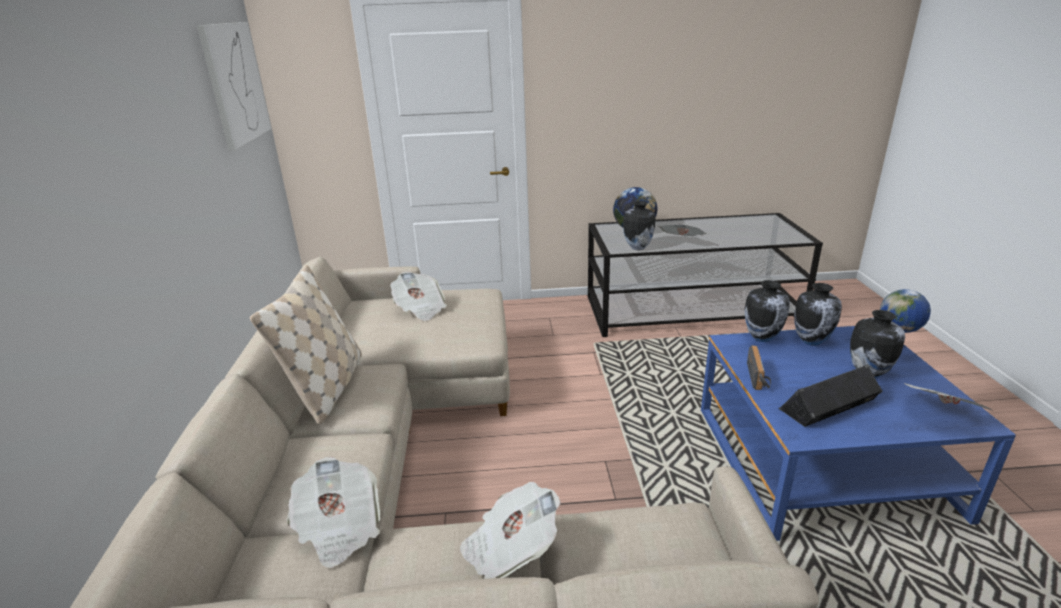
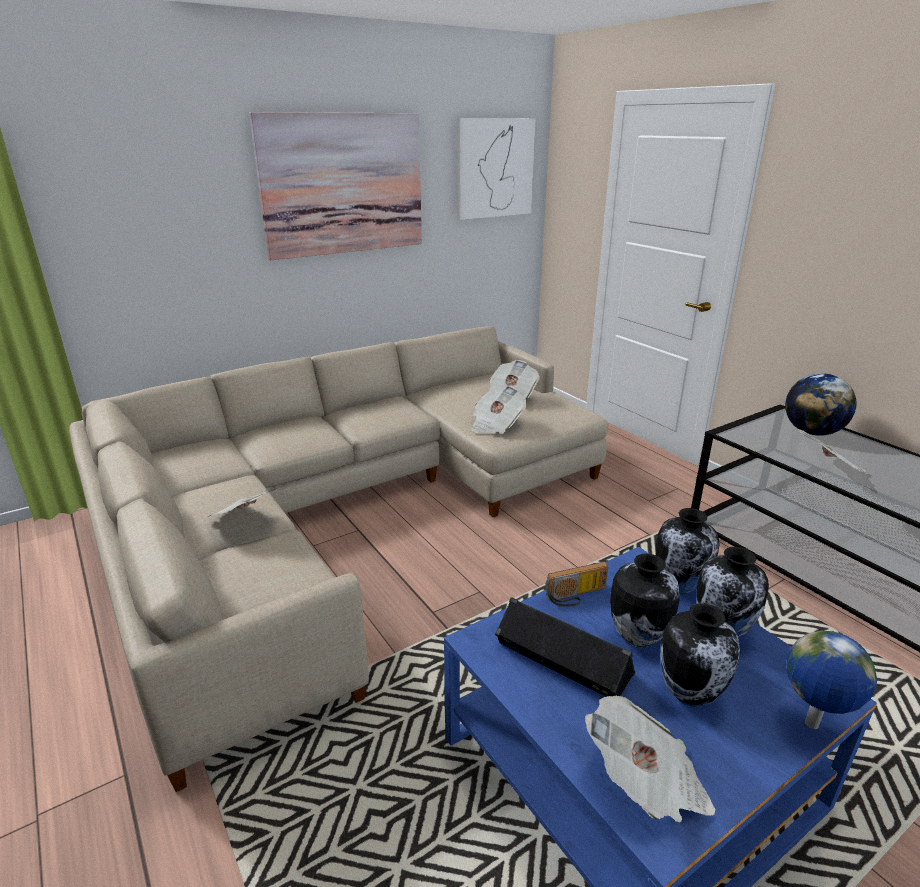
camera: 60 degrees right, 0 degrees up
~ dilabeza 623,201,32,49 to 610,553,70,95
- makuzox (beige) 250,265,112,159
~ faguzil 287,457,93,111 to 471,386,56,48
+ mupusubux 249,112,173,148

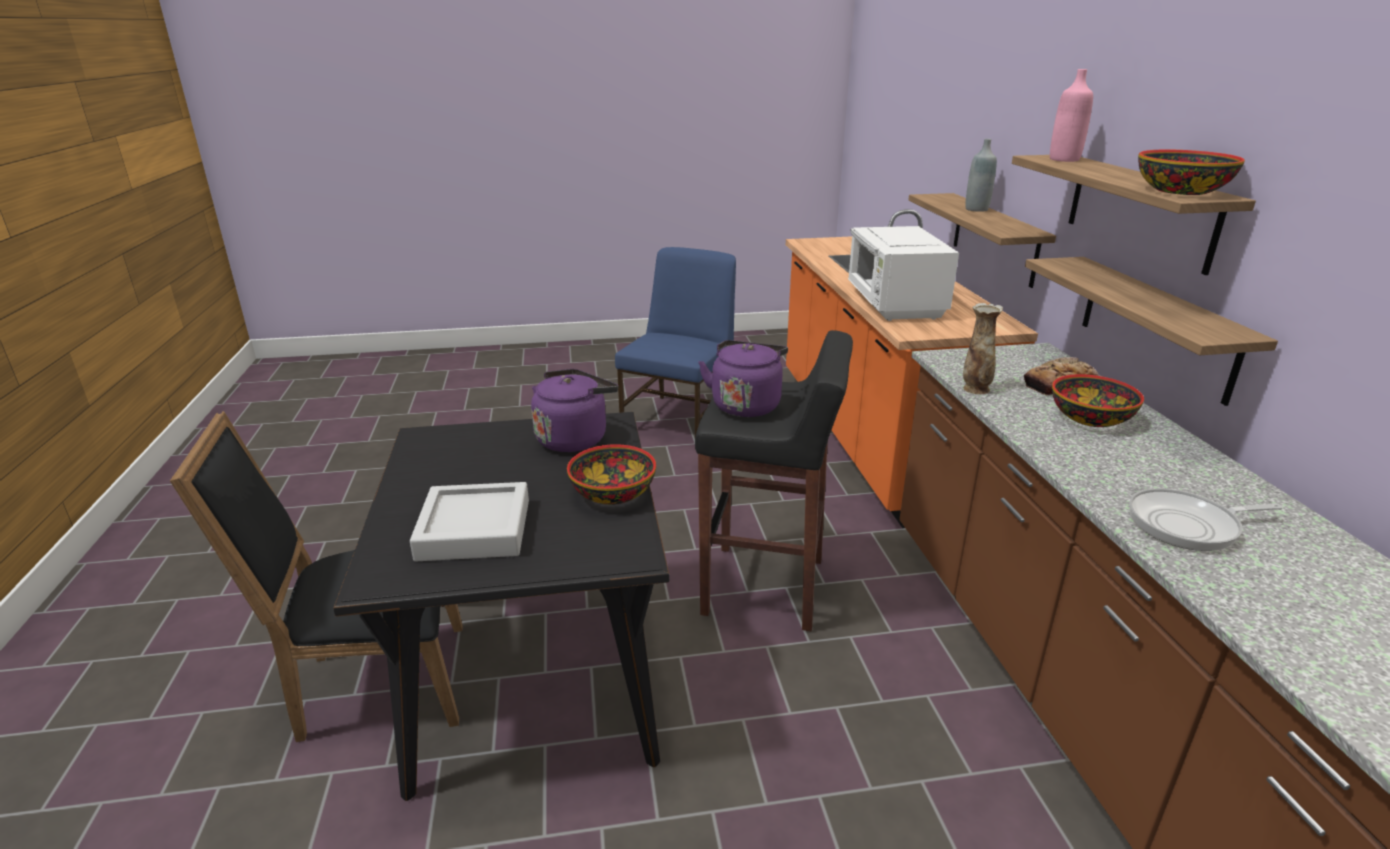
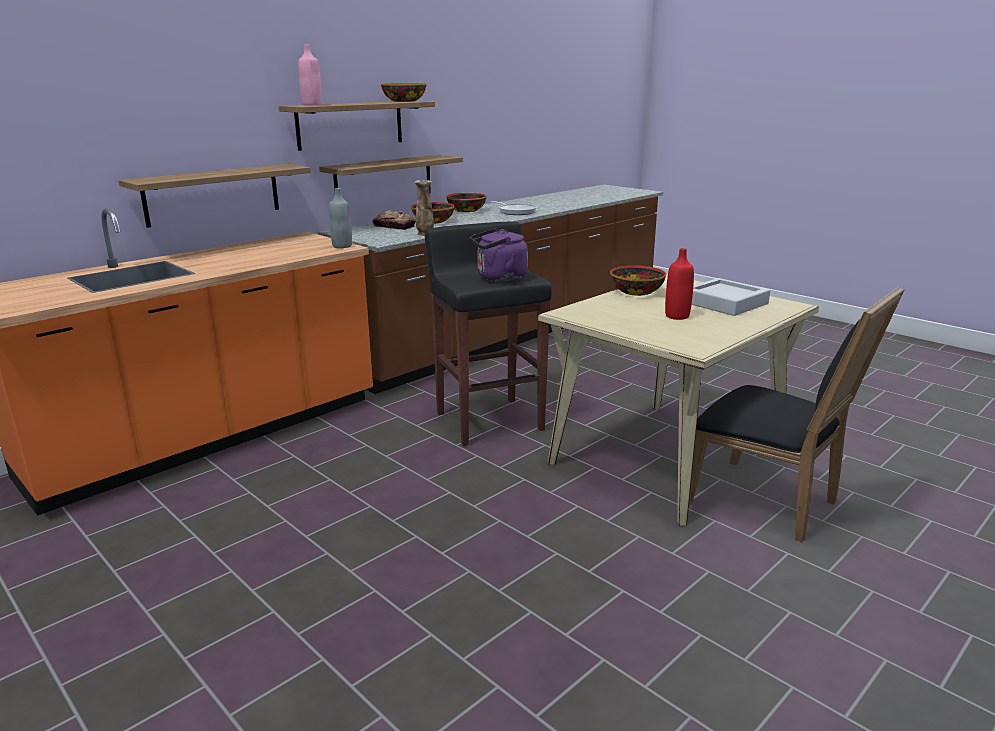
camera: 125 degrees left, 5 degrees down
~ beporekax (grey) 965,139,32,73 to 329,188,23,60
- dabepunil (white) 848,226,111,95
- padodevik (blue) 615,247,121,189
- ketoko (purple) 531,369,87,83
~ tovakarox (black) 333,412,337,389 to tovakarox (beige) 538,274,281,252
+ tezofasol 446,193,40,19
+ beporekax (red) 665,248,29,72

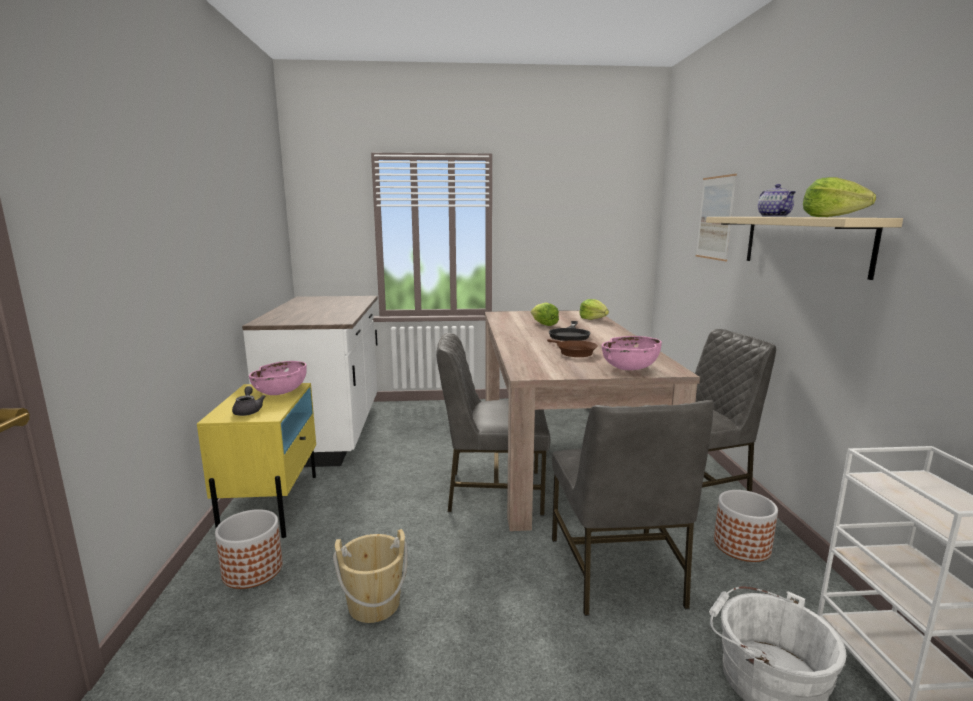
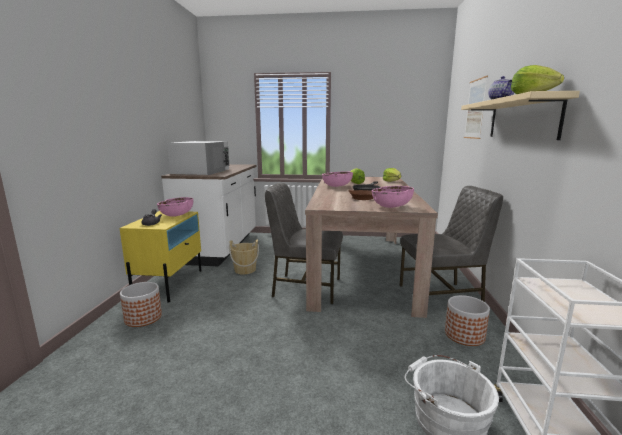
camera: 10 degrees right, 0 degrees up
- padodevik (grey) 552,400,162,216
~ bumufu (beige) 333,529,75,94 to 229,240,30,35
+ dabepunil (white) 167,141,62,34
+ tezofasol (pink) 322,171,31,16

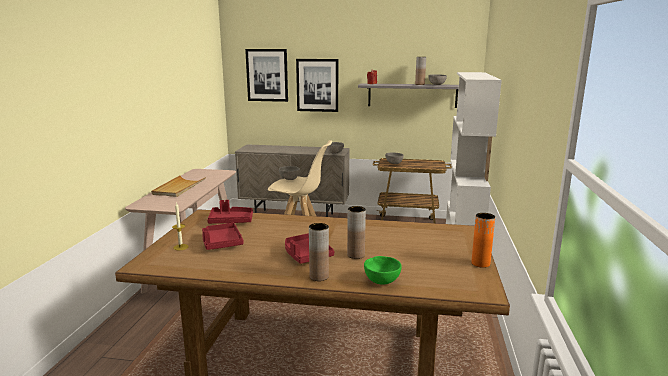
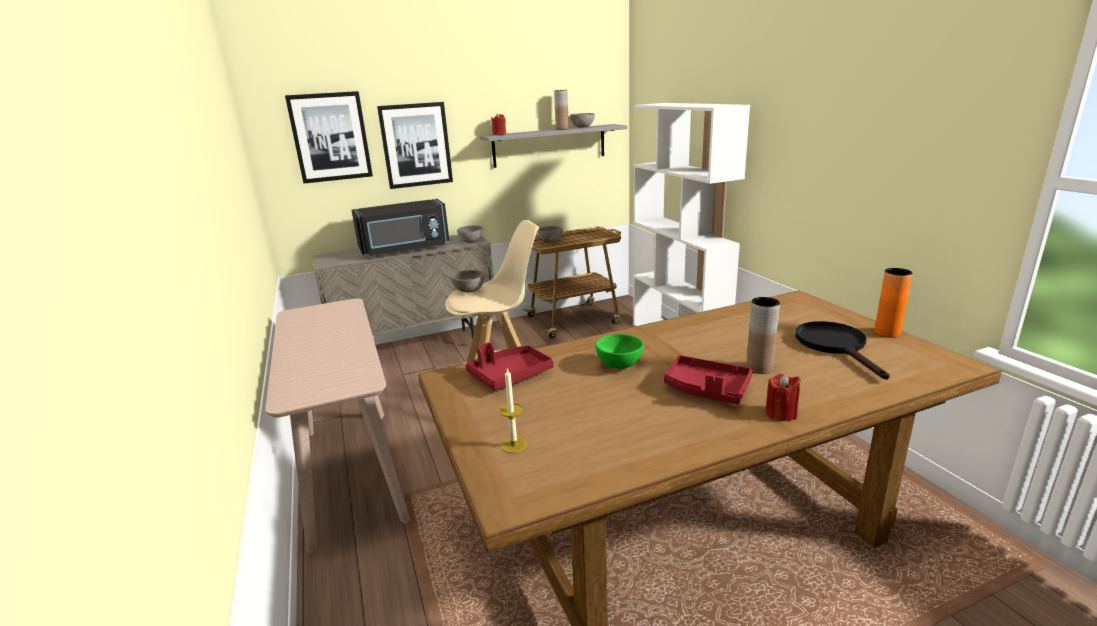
camera: 30 degrees left, 5 degrees up
- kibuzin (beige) 151,175,55,22
- kibuzin (red) 202,223,41,27
~ dilabeza (brown) 309,223,20,58 to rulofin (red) 765,373,36,48
~ tezofasol (green) 364,256,37,28 to 595,334,49,35
+ dabepunil (black) 351,199,99,58
+ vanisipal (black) 795,321,95,58

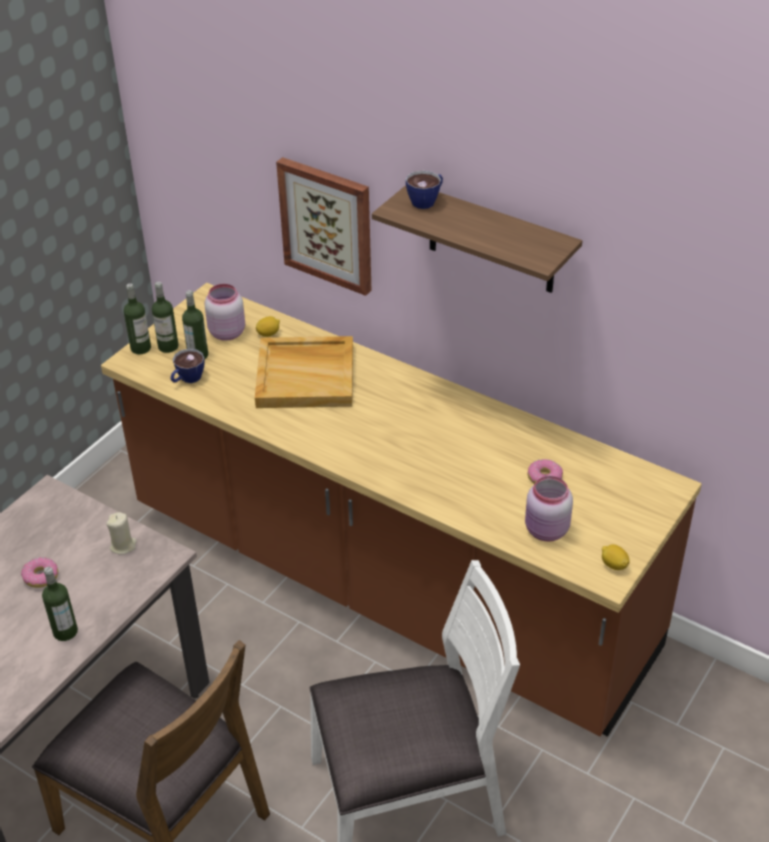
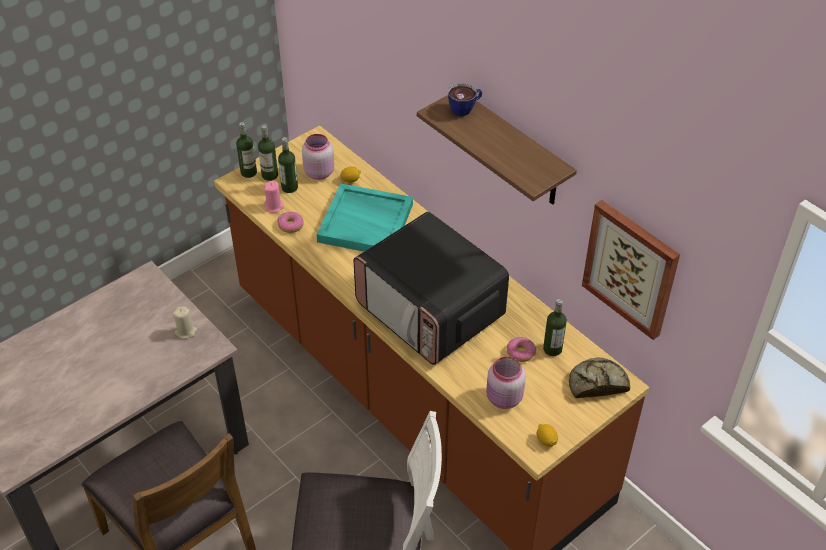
camera: 15 degrees right, 5 degrees up
~ mupusubux 276,157,95,139 to 582,200,98,140
~ kibuzin (beige) 255,336,98,72 to kibuzin (turquoise) 316,184,97,68
~ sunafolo 170,349,35,34 to rulofin (pink) 264,181,20,32
~ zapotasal 21,557,37,31 to 277,212,27,21
~ beporekax 42,567,36,74 to 543,299,24,57
+ dabepunil 353,212,156,153
+ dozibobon 569,357,61,41

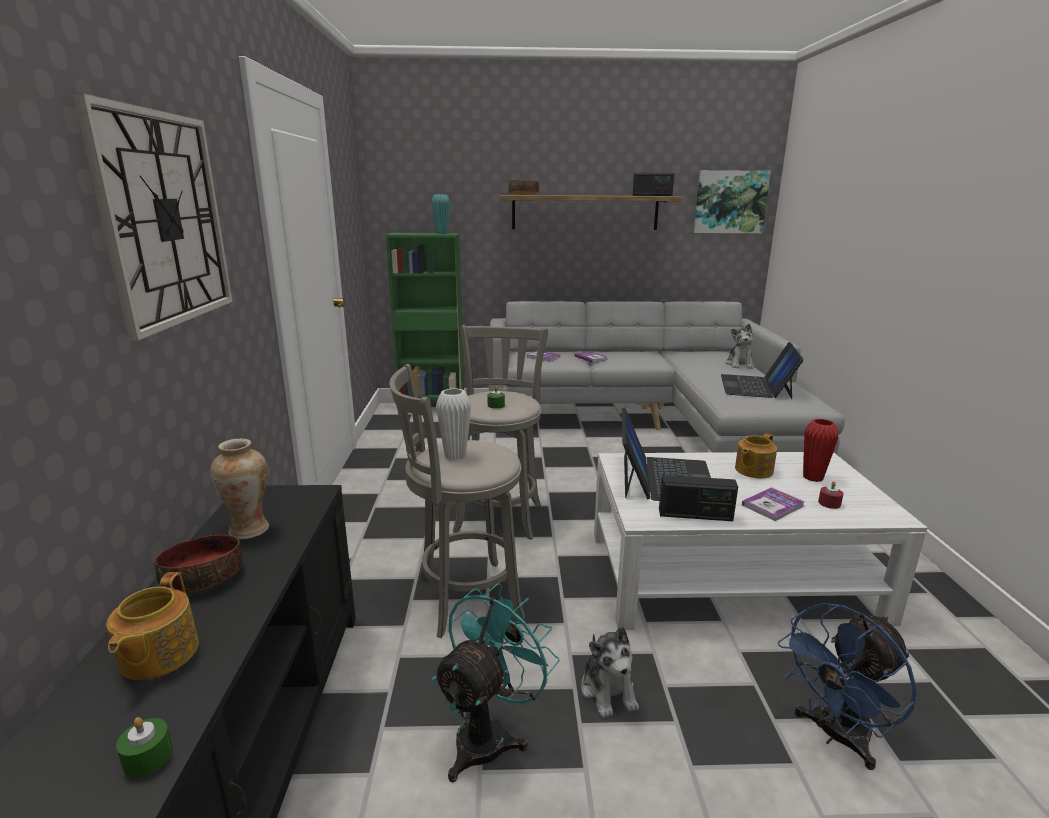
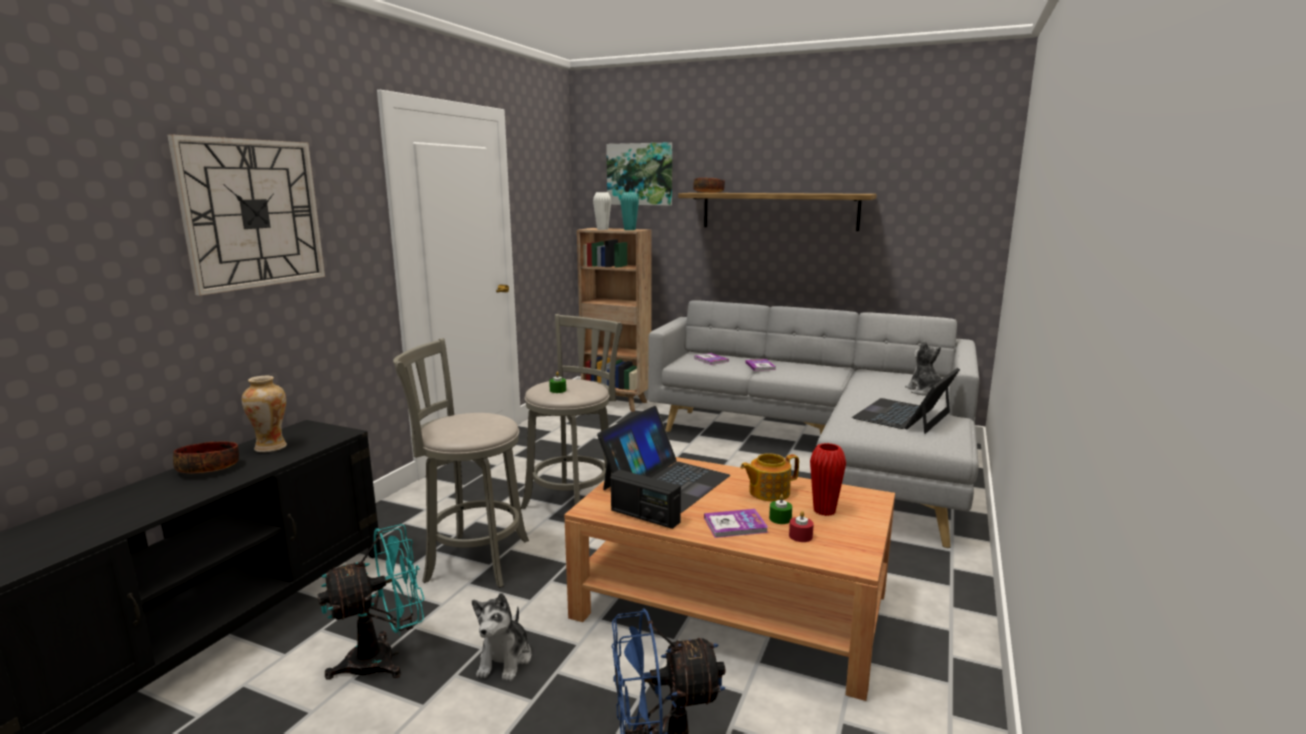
camera: 25 degrees right, 5 degrees down
~ mupusubux 694,170,77,63 to 606,142,66,64
- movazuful 633,173,41,23
~ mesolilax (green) 386,233,78,169 to mesolilax (brown) 577,228,75,184
~ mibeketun 726,324,28,45 = 905,341,36,55 135 degrees clockwise
~ dilabeza (white) 436,388,35,72 to 593,192,18,38
~ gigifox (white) 594,452,334,178 to gigifox (brown) 564,457,331,244
- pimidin 106,572,93,108
~ rulofin (green) 116,717,57,60 to 769,494,23,30

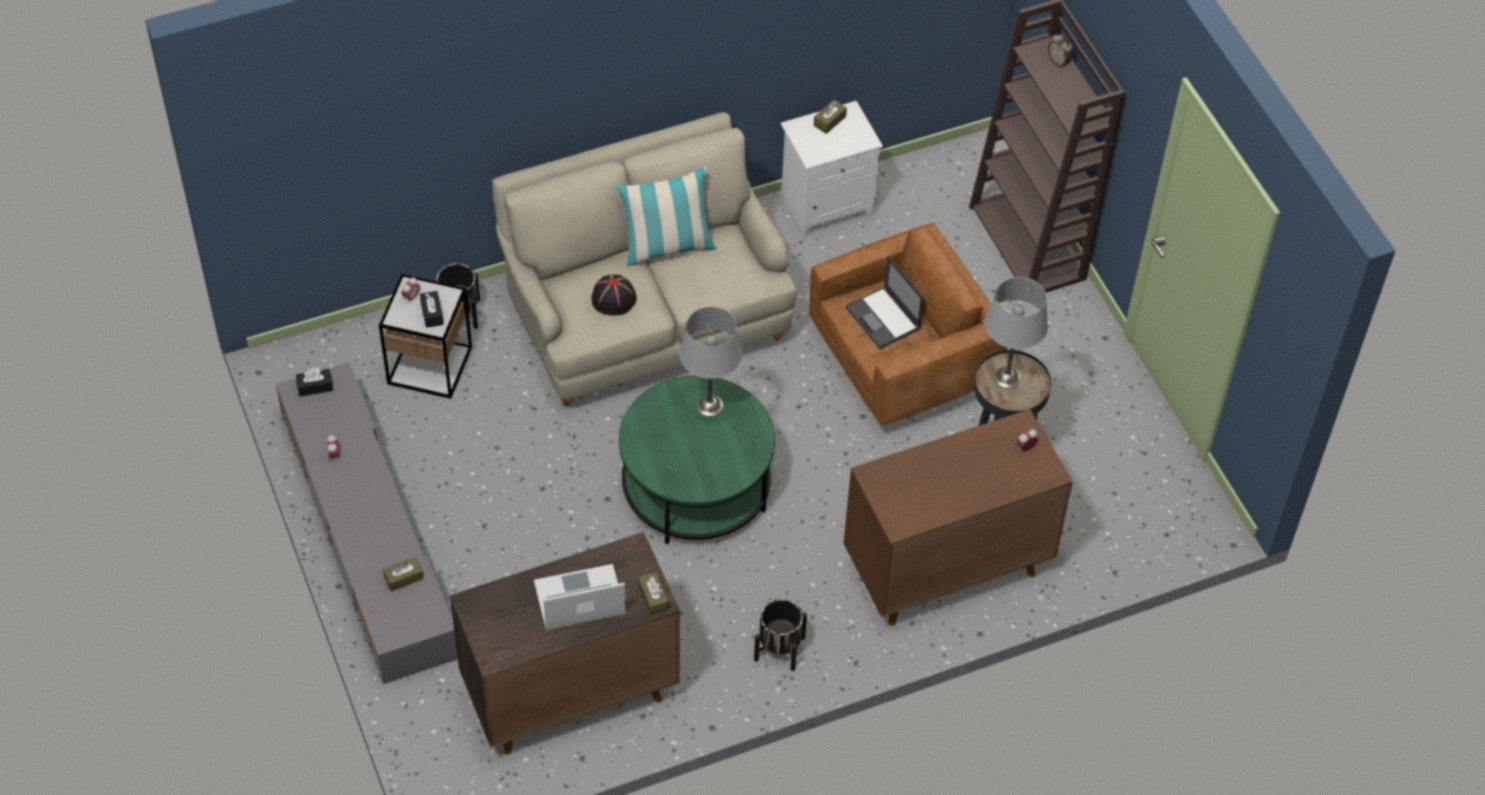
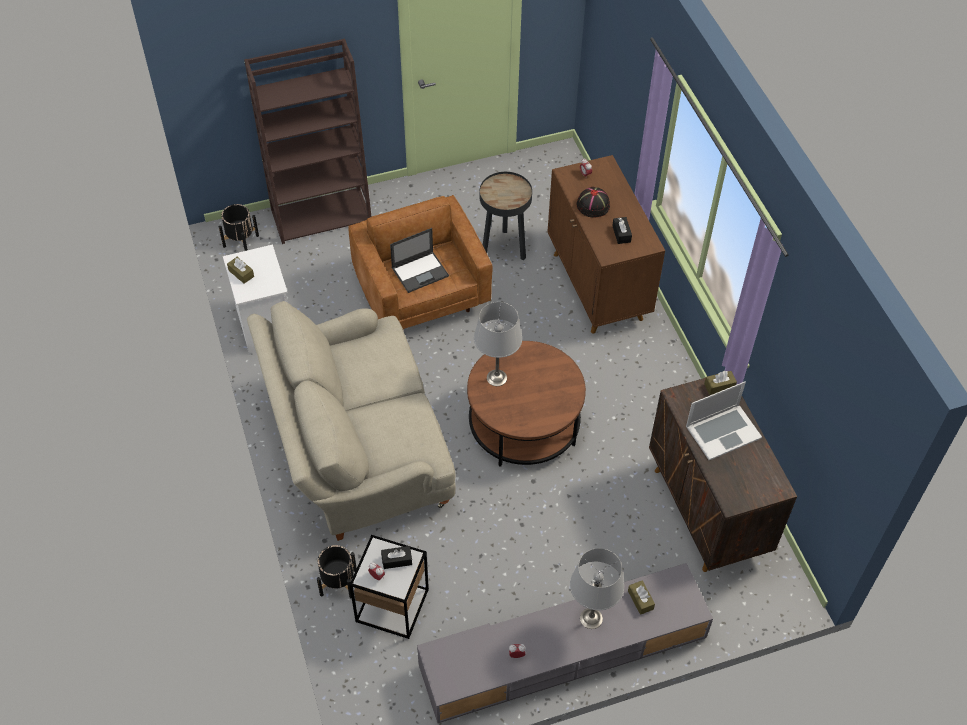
camera: 85 degrees left, 0 degrees up
- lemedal 1048,34,24,34
- makuzox 615,167,102,99
~ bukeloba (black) 591,274,46,41 to 577,187,33,31
~ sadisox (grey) 985,277,63,111 to 570,548,54,81
~ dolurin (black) 296,368,37,29 to 612,217,20,27
~ gigifox (green) 619,375,156,169 to gigifox (brown) 467,341,119,126
~ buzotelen 534,564,92,66 = 686,382,76,78 105 degrees counterclockwise
~ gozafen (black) 754,599,53,72 to 219,204,40,47

